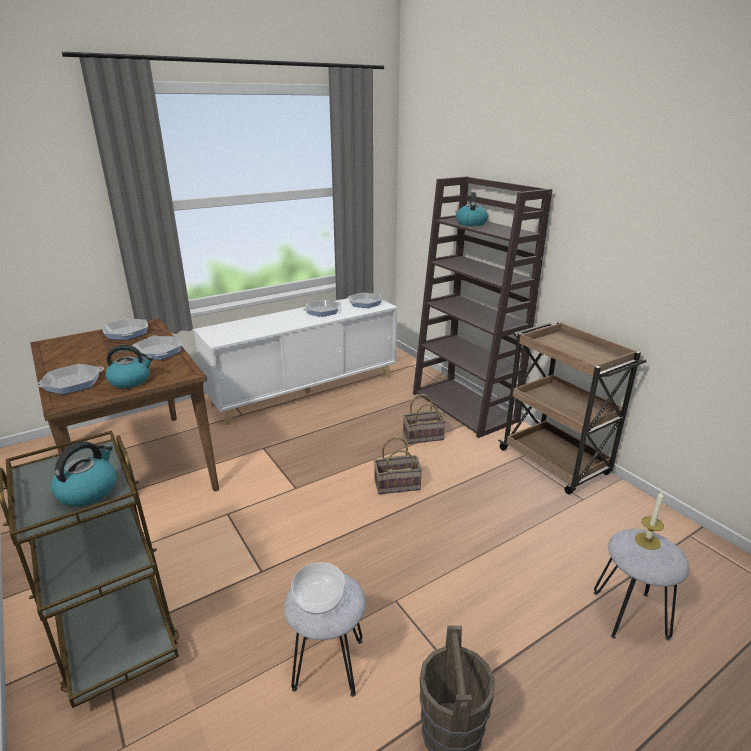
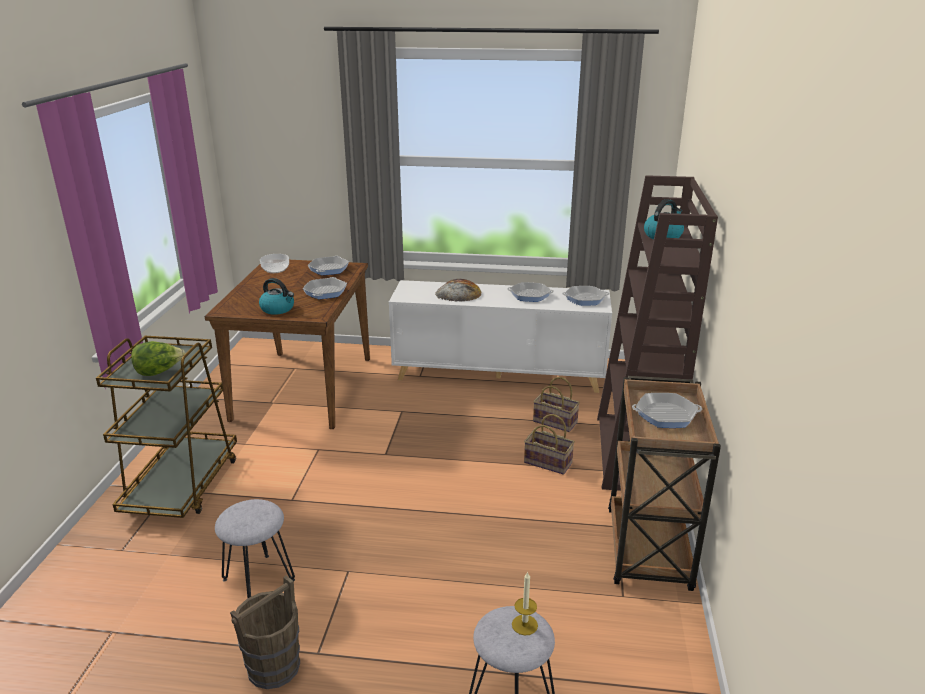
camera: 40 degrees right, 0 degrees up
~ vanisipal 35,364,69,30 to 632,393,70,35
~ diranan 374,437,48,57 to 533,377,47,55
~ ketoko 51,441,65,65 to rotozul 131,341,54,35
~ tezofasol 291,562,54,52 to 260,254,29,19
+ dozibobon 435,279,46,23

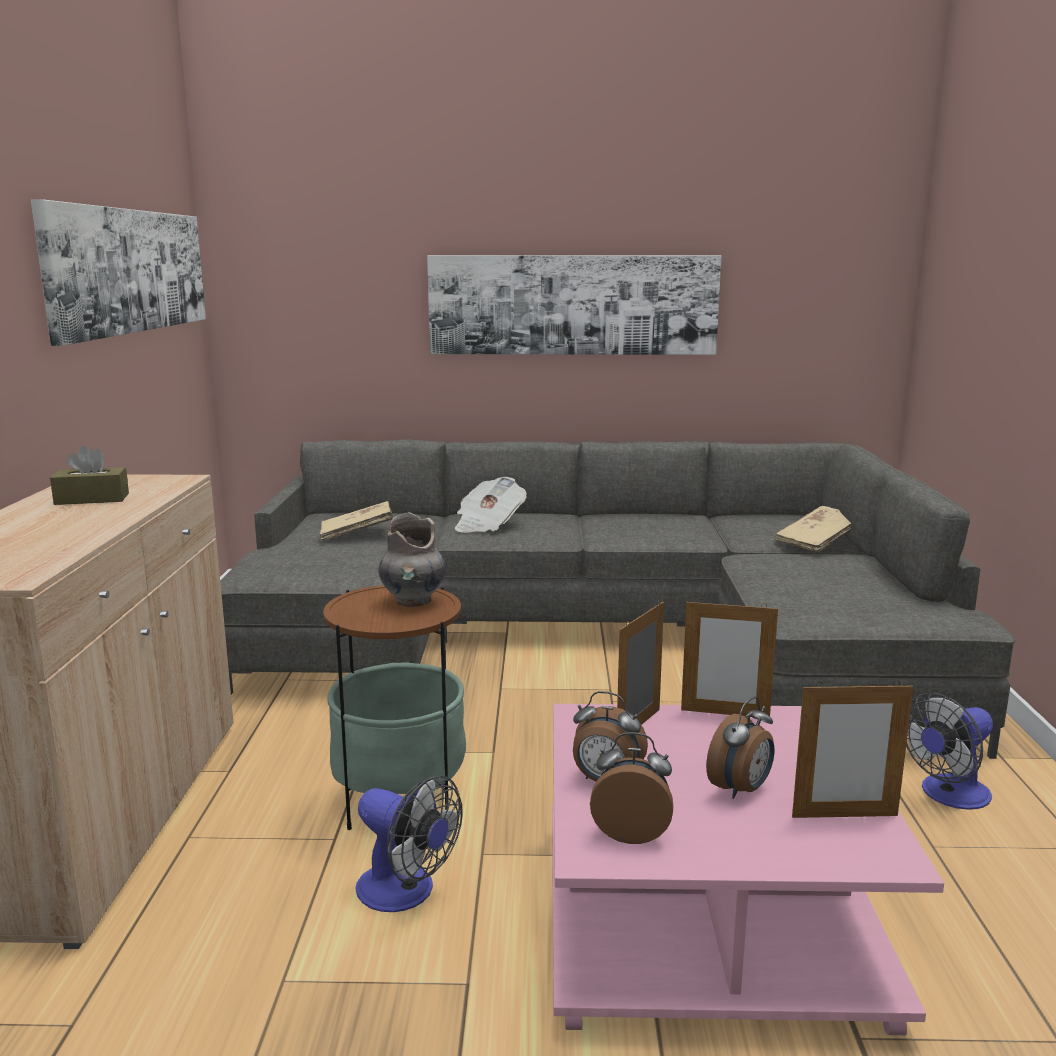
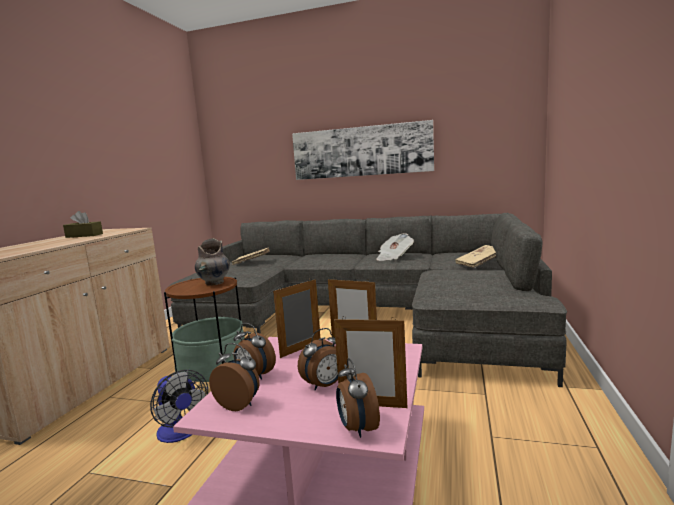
camera: 15 degrees right, 5 degrees down
- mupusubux 31,199,175,147
~ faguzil 455,477,71,56 to 376,233,38,28
- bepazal 906,693,87,117
+ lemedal 336,358,44,80

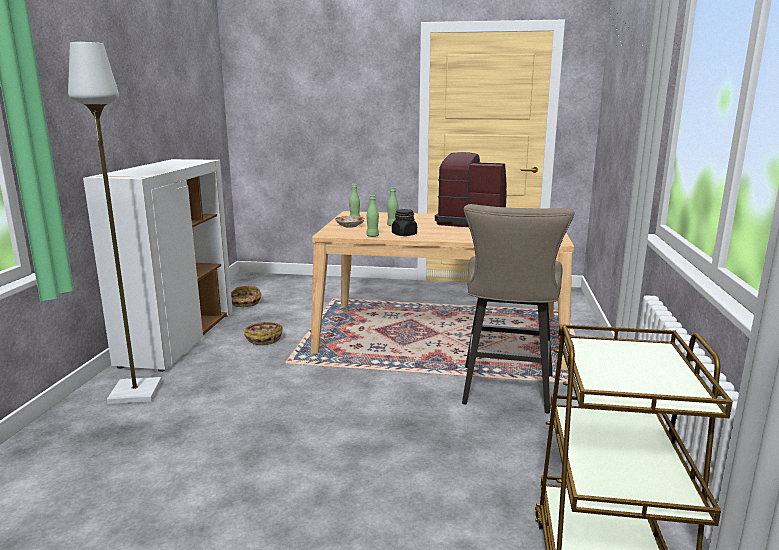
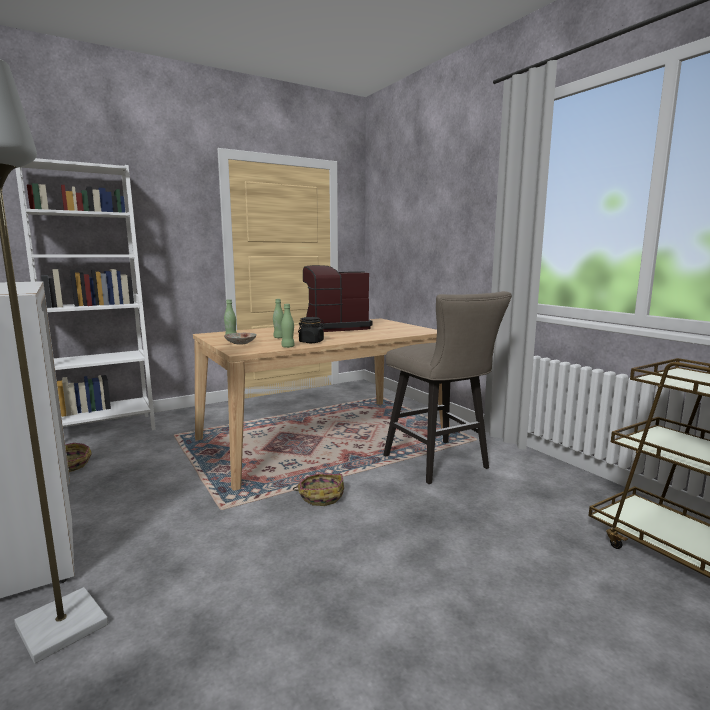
camera: 40 degrees left, 5 degrees down
~ diranan 244,322,39,23 to 293,473,51,33
+ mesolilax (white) 15,158,141,272

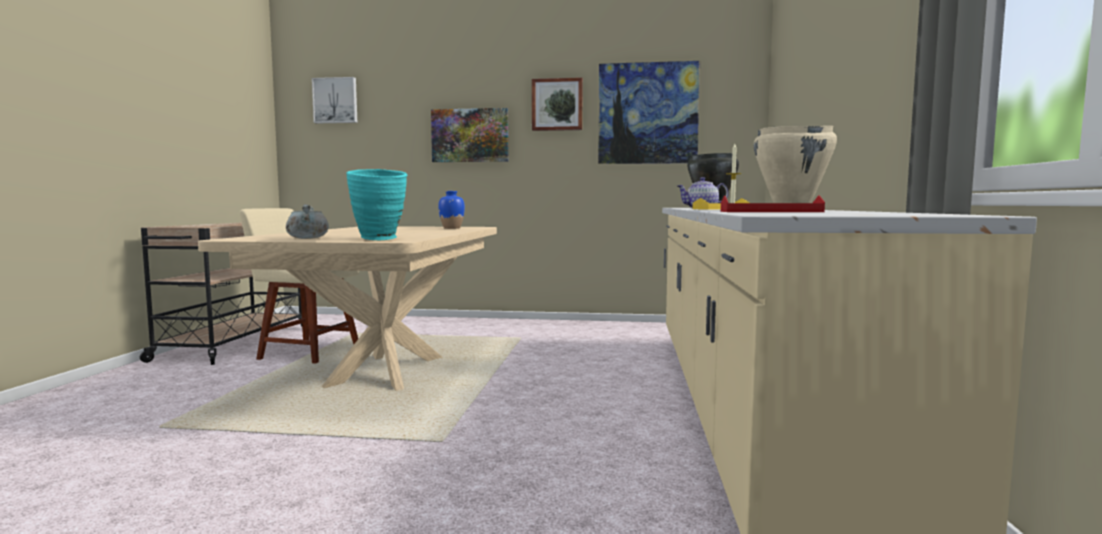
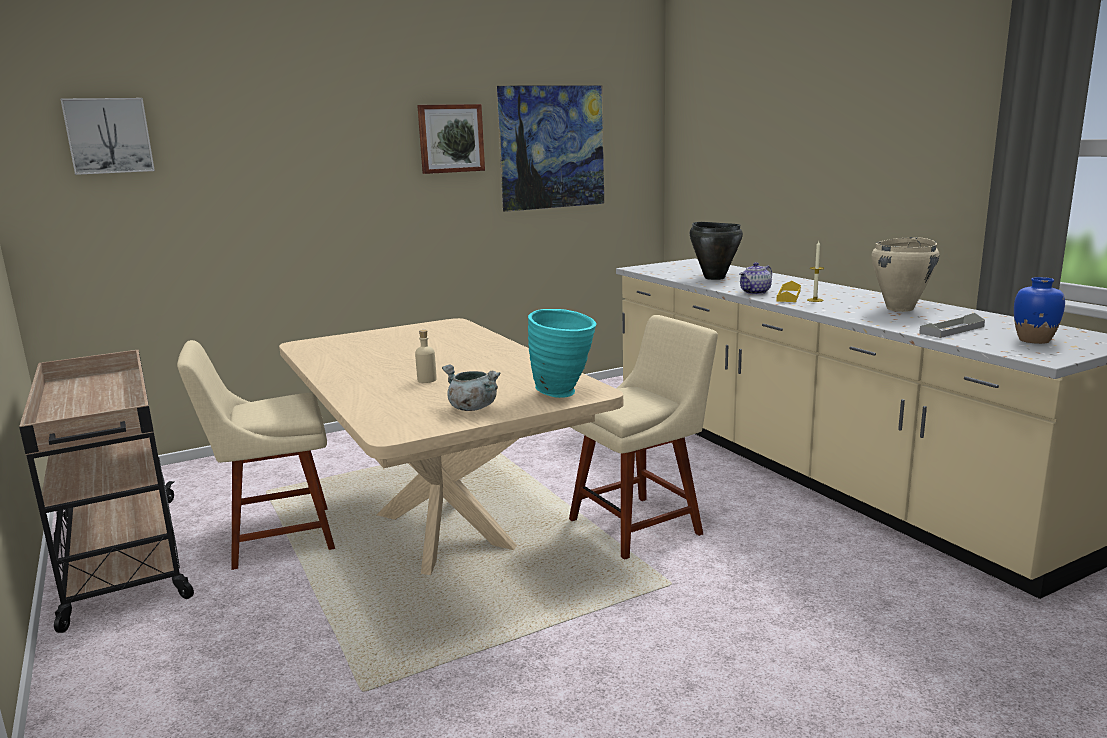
camera: 35 degrees left, 10 degrees up
- mupusubux 431,108,78,54
~ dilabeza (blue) 438,191,27,38 to 1014,277,51,67
~ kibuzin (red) 721,195,104,17 to kibuzin (grey) 919,313,66,25
+ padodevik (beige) 569,315,149,245
+ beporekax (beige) 415,330,22,53

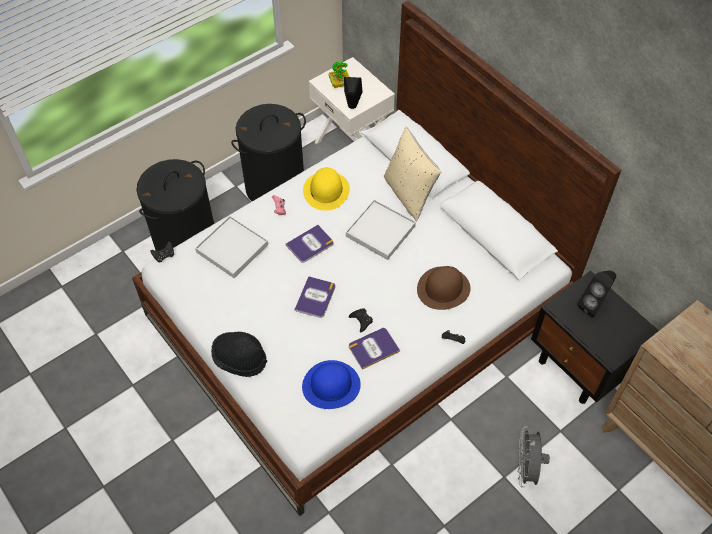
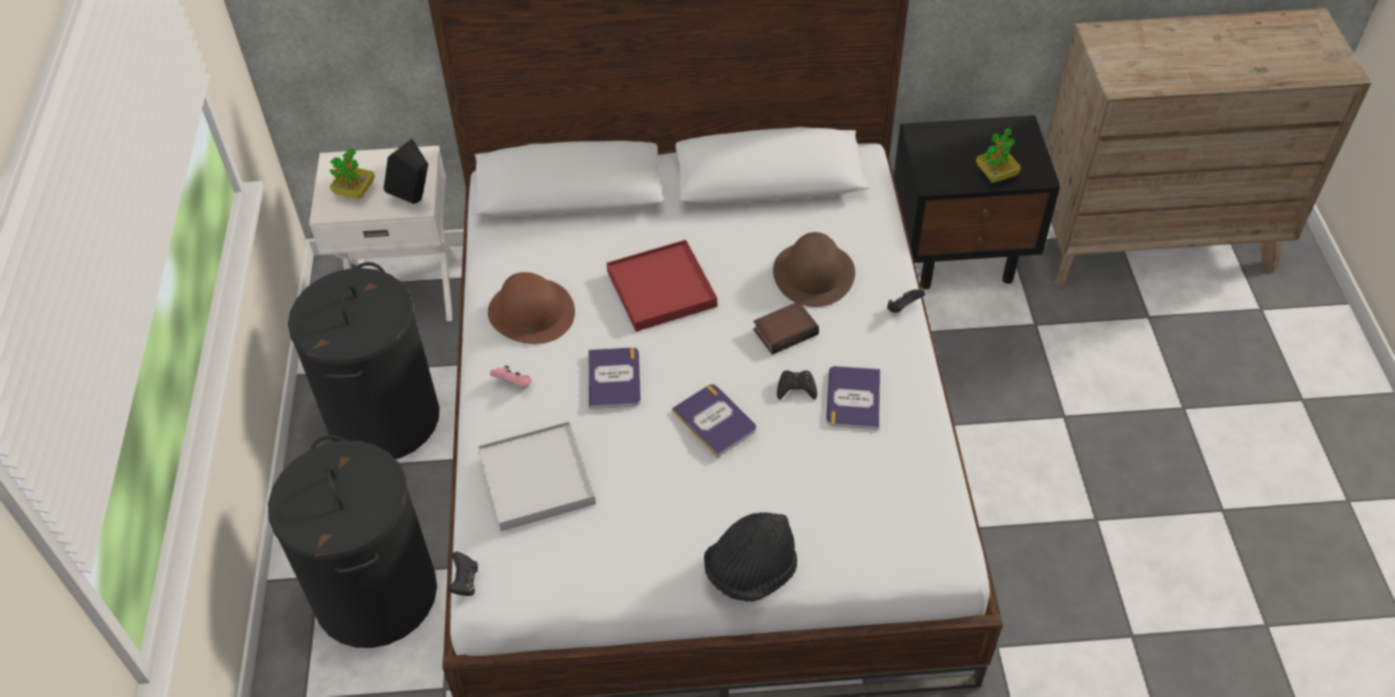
camera: 55 degrees left, 5 degrees down
- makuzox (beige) 384,126,57,95
~ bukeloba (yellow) 303,167,47,44 to bukeloba (brown) 488,272,87,72
~ kibuzin (white) 346,200,70,60 to kibuzin (red) 606,240,111,92
- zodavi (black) 578,271,38,46
- bukeloba (blue) 302,360,59,49
- bepazal (grey) 517,427,33,61
+ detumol 976,128,45,55
+ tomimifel 753,301,66,54

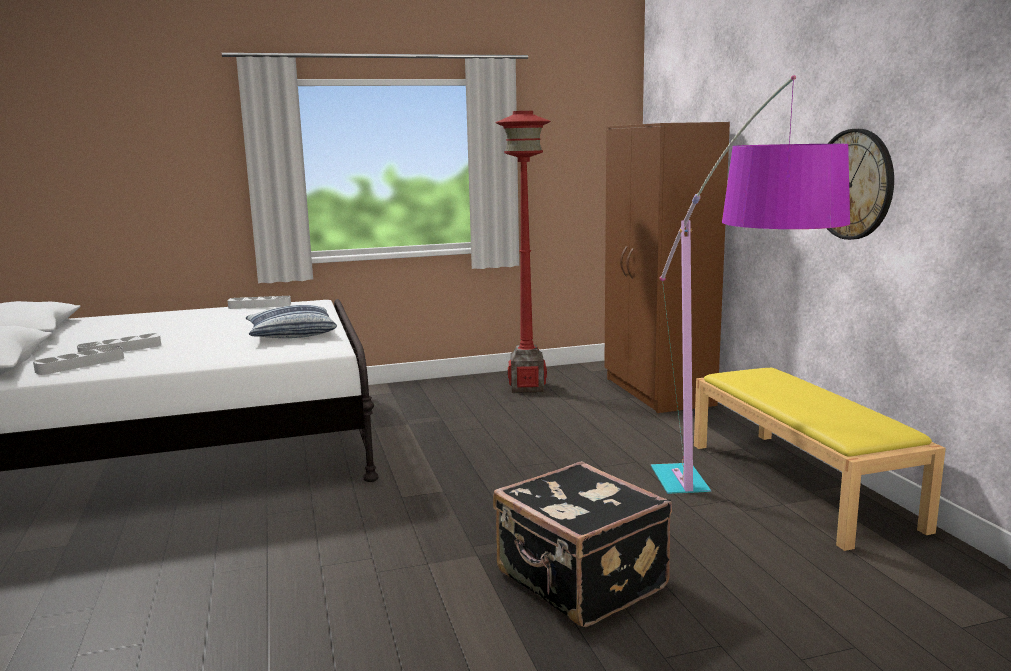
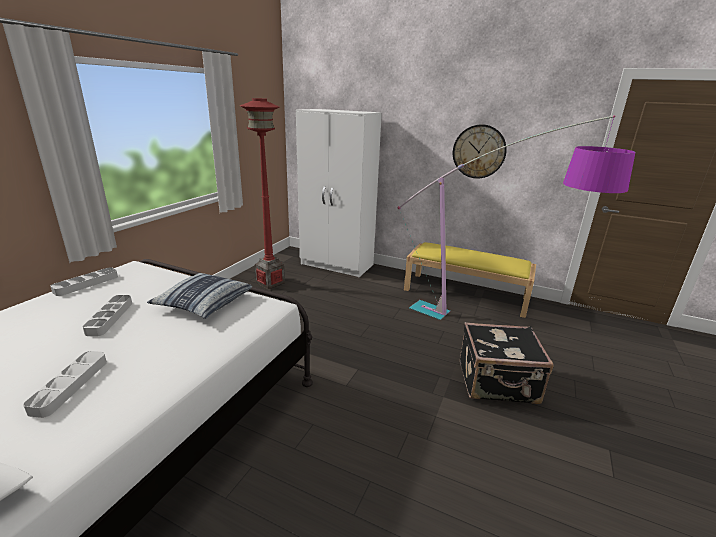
camera: 50 degrees left, 10 degrees up
~ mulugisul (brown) 604,122,126,291 to mulugisul (white) 296,109,86,168
~ kibuzin (grey) 33,346,91,29 to 82,295,50,41

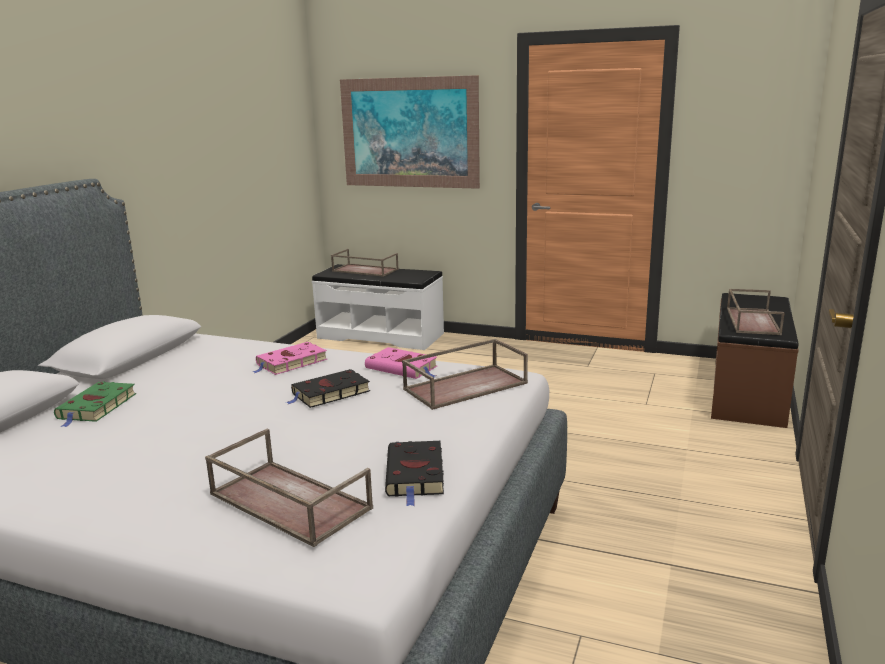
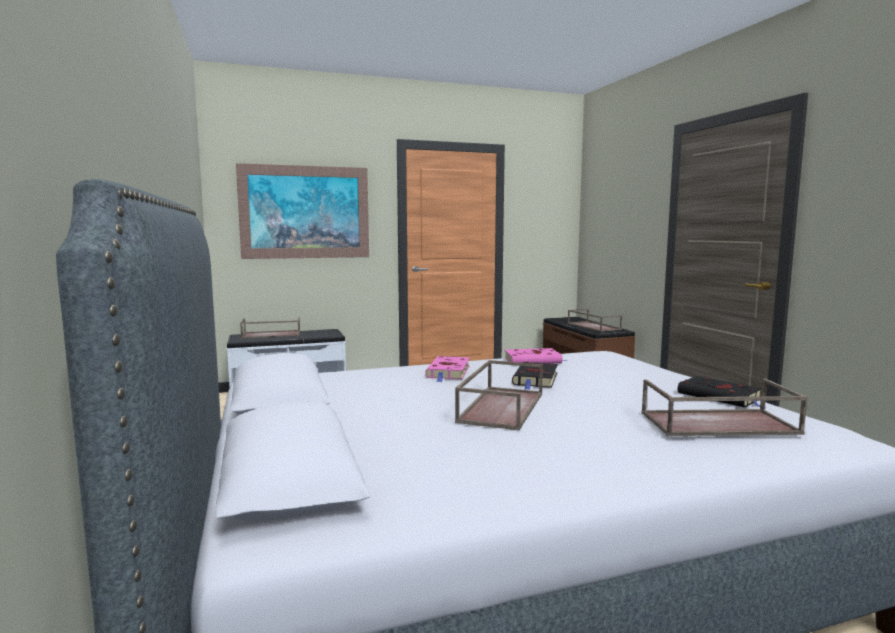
camera: 40 degrees left, 10 degrees down
~ kibuzin (brown) 402,339,126,71 to 455,360,88,70
- tomimifel (green) 54,382,82,45

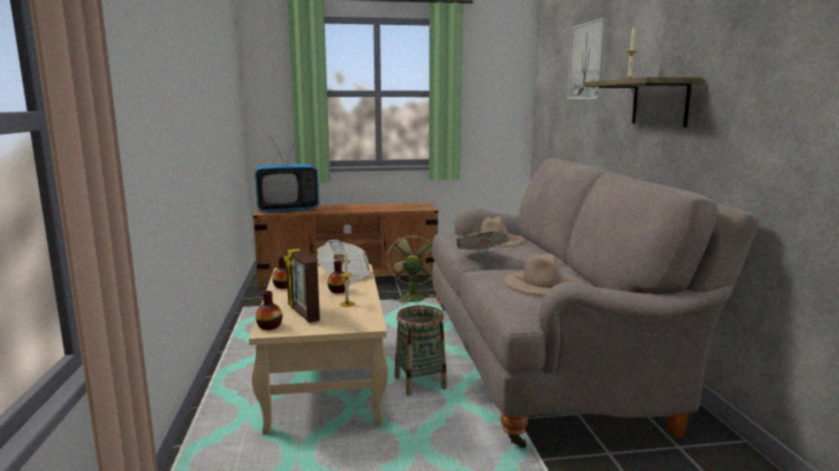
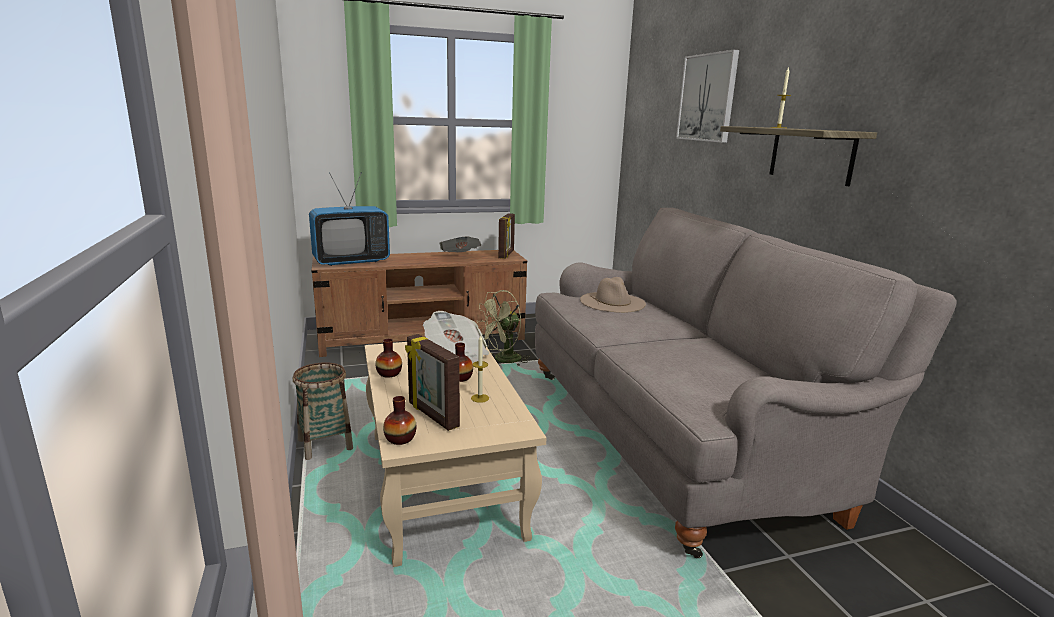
camera: 10 degrees left, 5 degrees up
~ faguzil 456,231,53,19 to 439,236,42,16
~ bepazal (green) 387,233,47,72 = 477,290,53,76 120 degrees counterclockwise
- bukeloba (beige) 505,253,78,42
~ diranan 395,306,52,90 to 293,362,60,98
+ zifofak 498,213,17,46

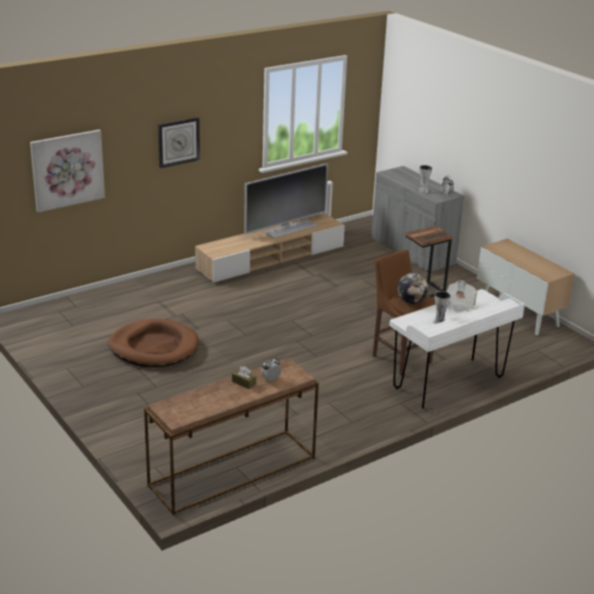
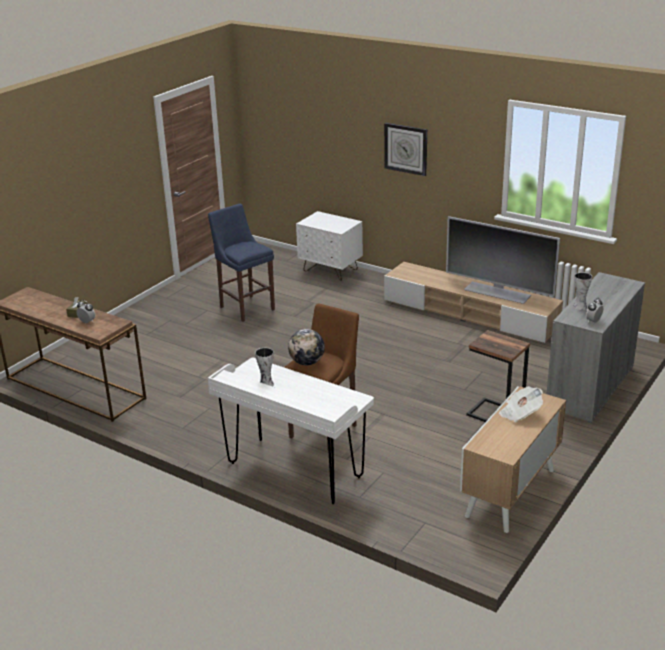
camera: 70 degrees right, 0 degrees up
- mupusubux 30,130,75,82
~ faguzil 447,280,30,33 to 499,386,44,36
~ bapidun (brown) 108,319,91,48 to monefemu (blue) 208,204,67,118
+ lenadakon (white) 296,211,67,70

